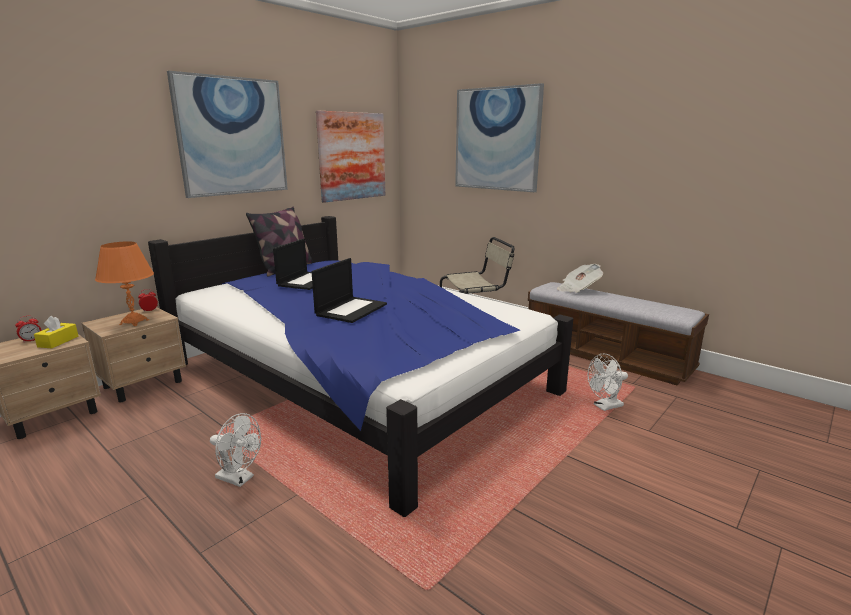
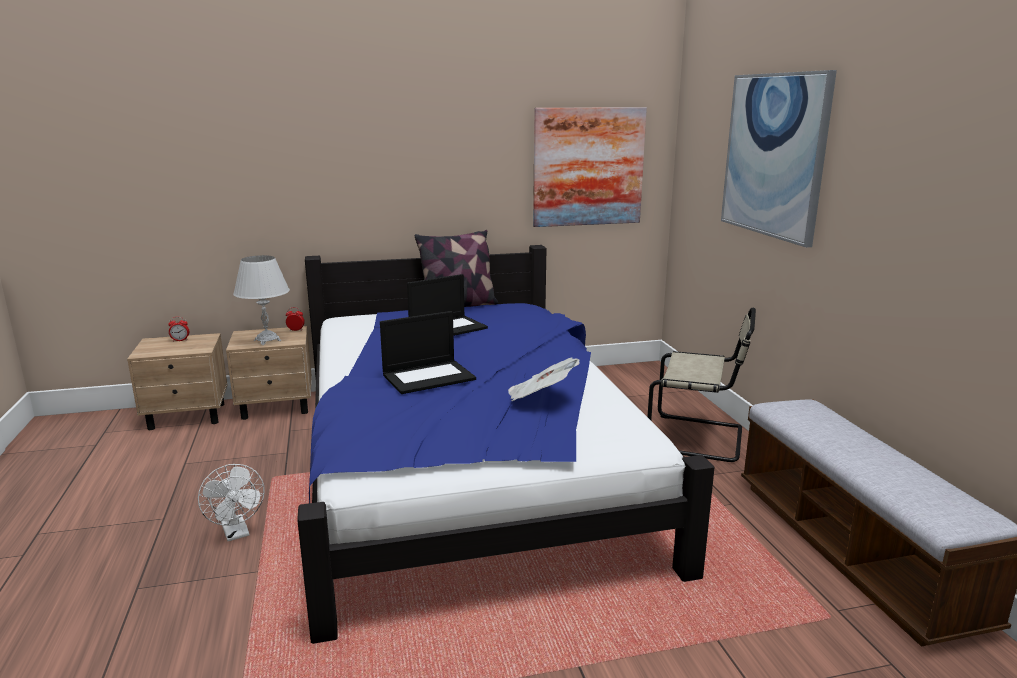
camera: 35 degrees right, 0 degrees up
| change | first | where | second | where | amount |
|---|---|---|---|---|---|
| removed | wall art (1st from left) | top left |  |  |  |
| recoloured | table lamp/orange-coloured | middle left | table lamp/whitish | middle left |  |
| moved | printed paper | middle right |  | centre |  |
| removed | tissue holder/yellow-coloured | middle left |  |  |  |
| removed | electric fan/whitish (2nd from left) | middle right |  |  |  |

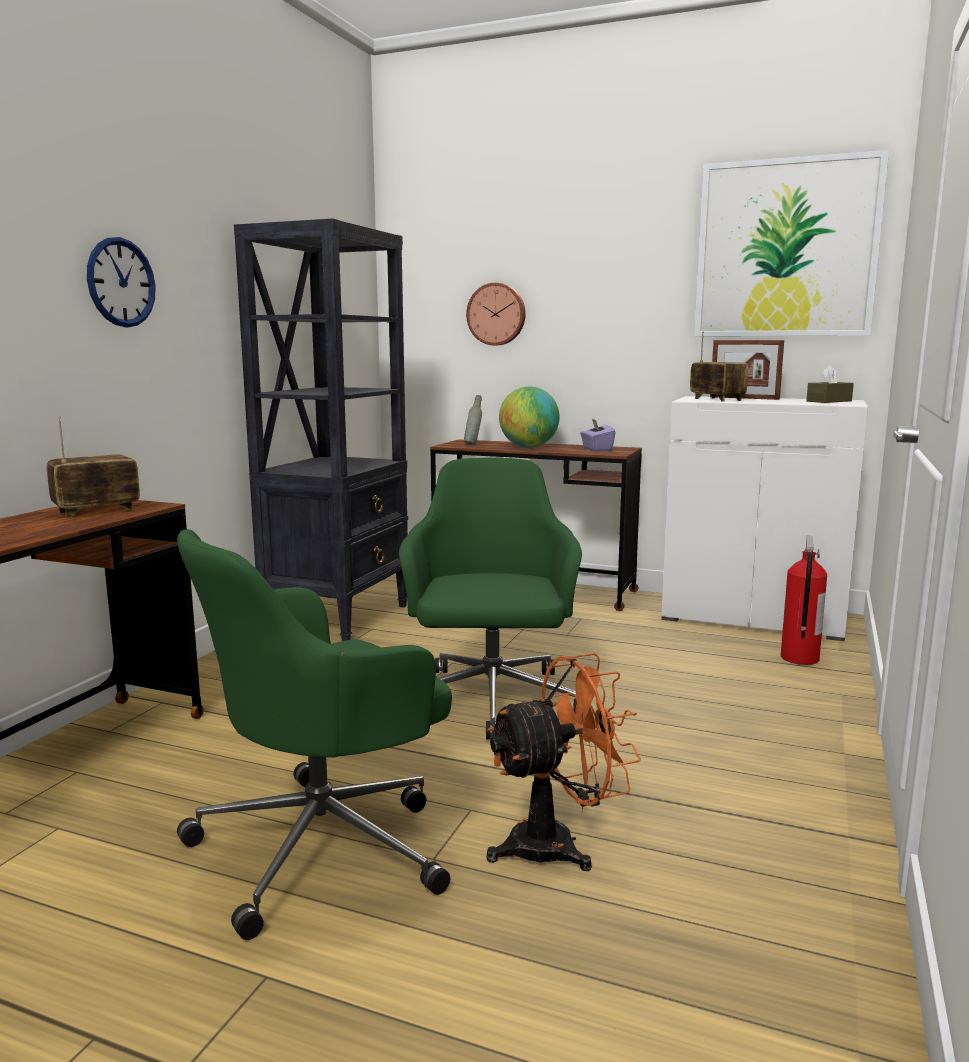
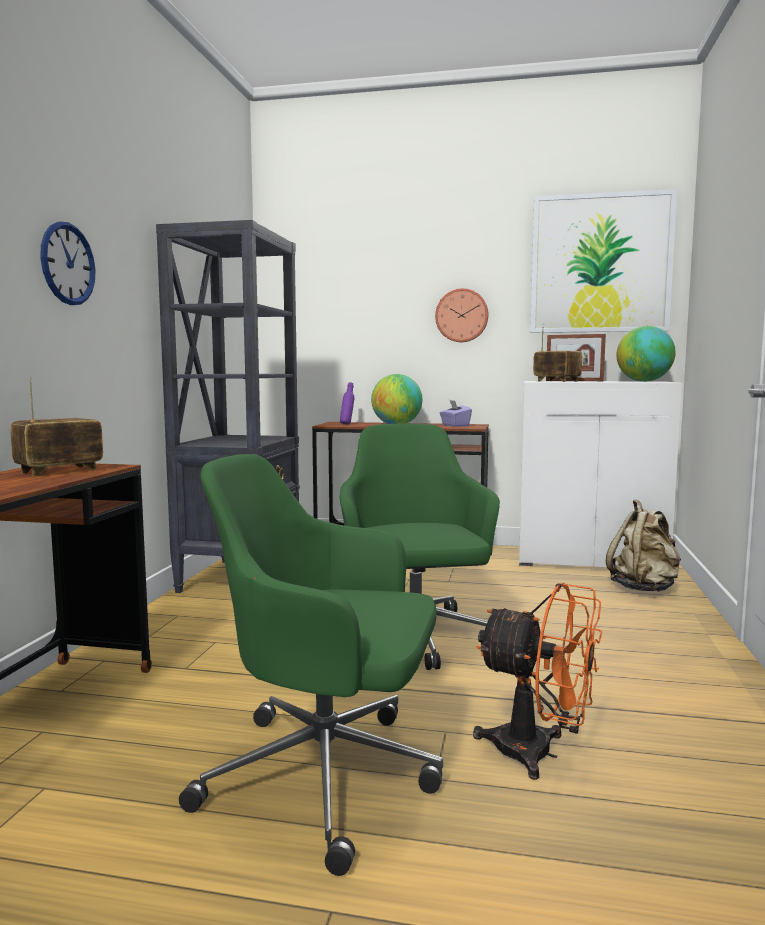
camera: 10 degrees left, 5 degrees down
| change | first | where | second | where | amount |
|---|---|---|---|---|---|
| moved | wall clock (2nd from left) | top centre |  | centre |  |
| replaced | tissue holder/brown | middle right | world globe (2nd from left) | middle right |  |
| recoloured | drink bottle/gray | centre | drink bottle/purple-coloured | centre |  |
| turned | desk chair/green-coloured (1st from left) | bottom left |  | bottom centre | 60 degrees clockwise |
| replaced | fire extinguisher | middle right | backpack/beige-coloured | middle right |  |
| turned | electric fan/orange-coloured | bottom centre |  | bottom right | 60 degrees clockwise |

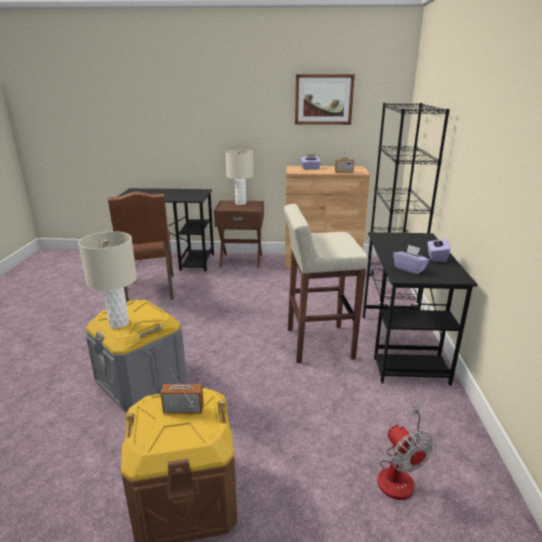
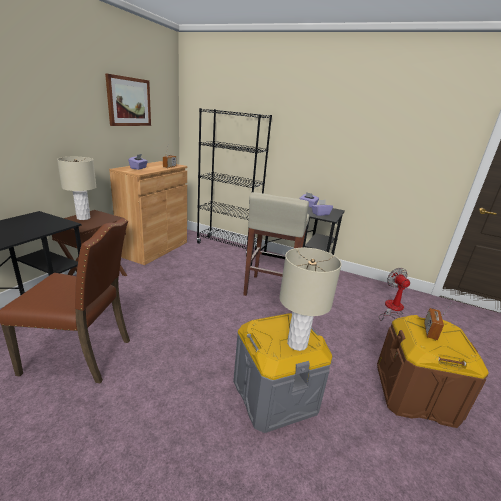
camera: 70 degrees left, 0 degrees up
| change | first | where | second | where | amount |
|---|---|---|---|---|---|
| turned | electric fan | bottom right |  | middle right | 105 degrees counterclockwise |

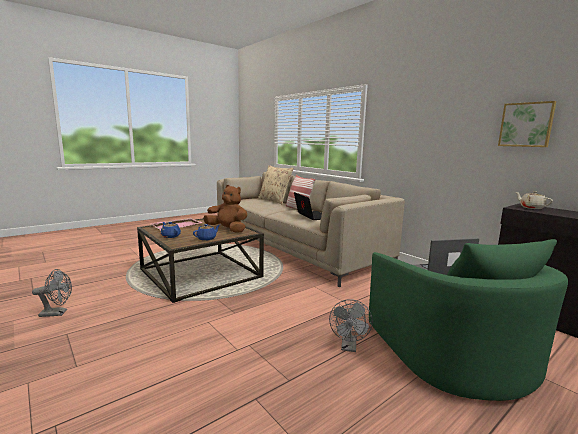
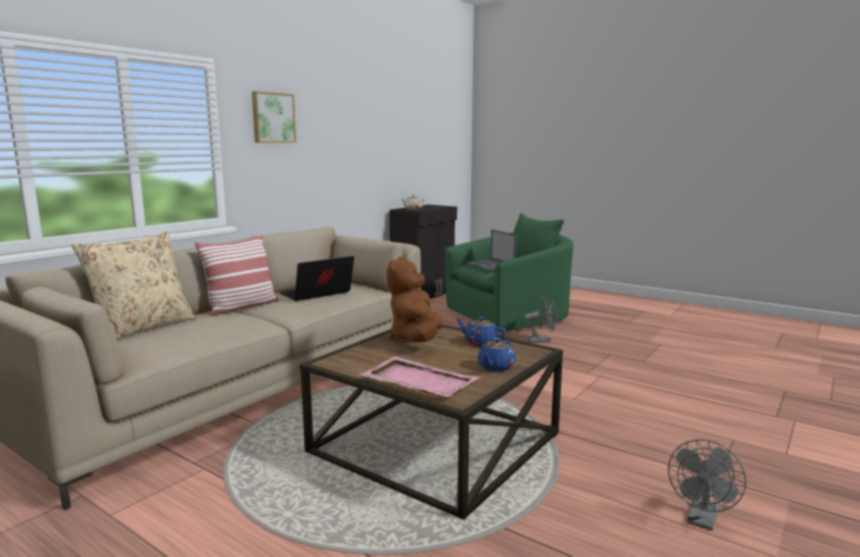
camera: 105 degrees left, 0 degrees up
| change | first | where | second | where | amount |
|---|---|---|---|---|---|
| moved | wall art | top right |  | top left |  |
| turned | electric fan/gray (1st from left in the first image) | bottom left | electric fan/gray (2nd from left) | bottom right | 120 degrees counterclockwise |

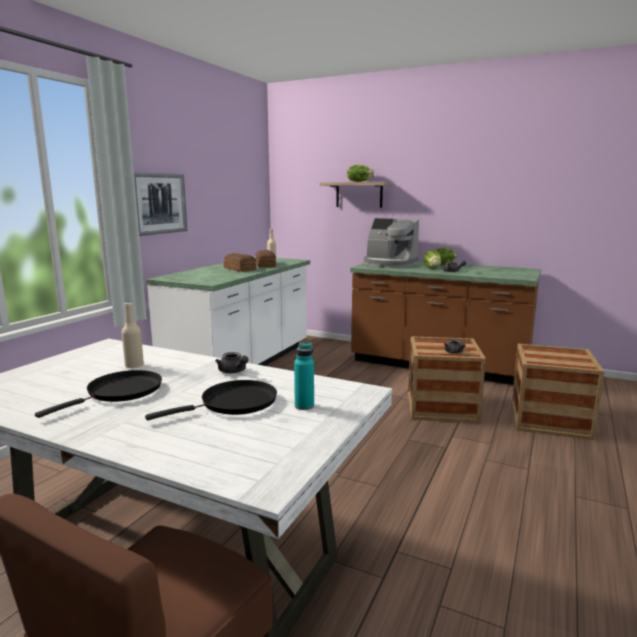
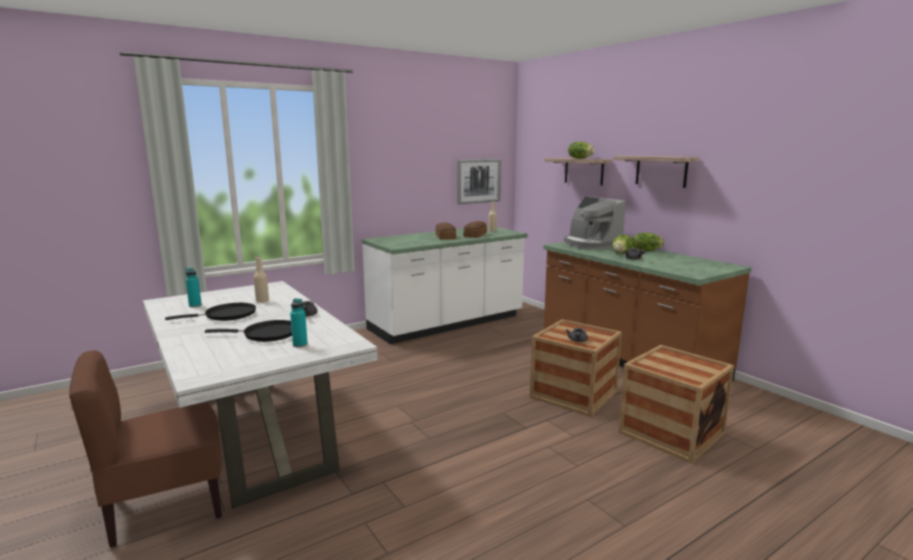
camera: 30 degrees right, 0 degrees up
| change | first | where | second | where | amount |
|---|---|---|---|---|---|
| moved | wall art | top left |  | top centre |  |
| added |  |  | shelf (2nd from left) | top right |  |
| added |  |  | drink bottle/blue-green (1st from left) | middle left |  |

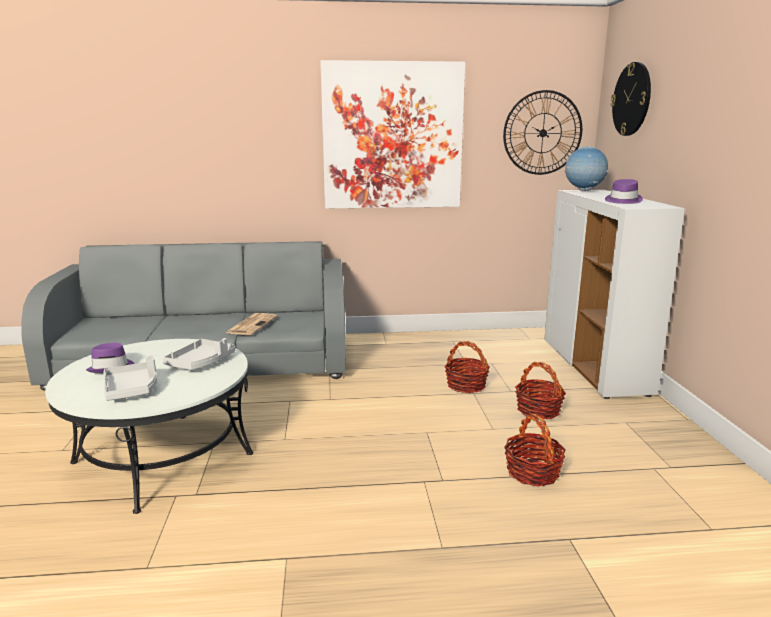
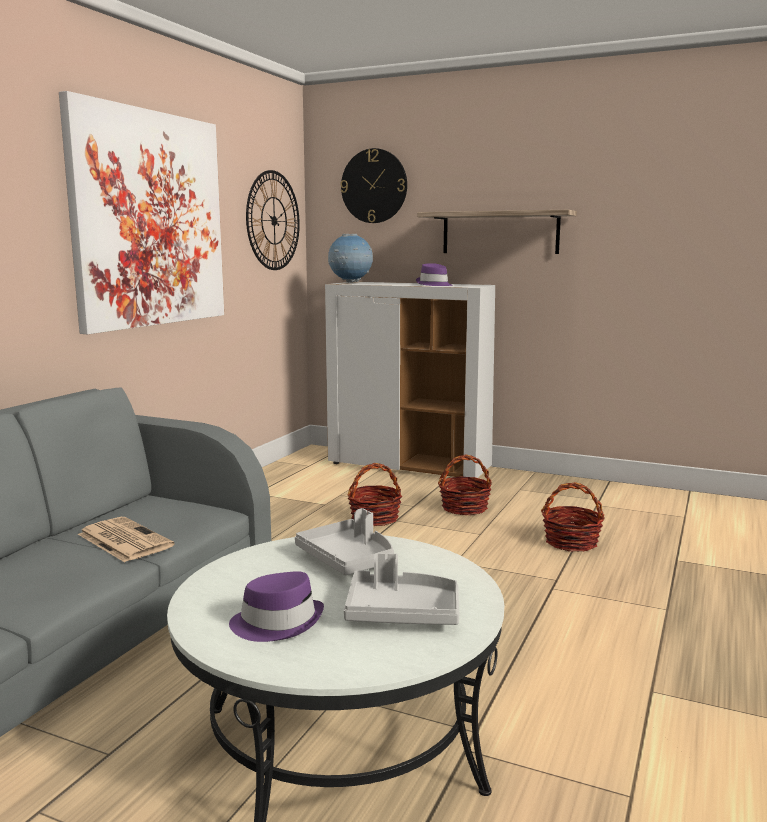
camera: 60 degrees left, 5 degrees down
| change | first | where | second | where | amount |
|---|---|---|---|---|---|
| added |  |  | shelf | top centre |  |

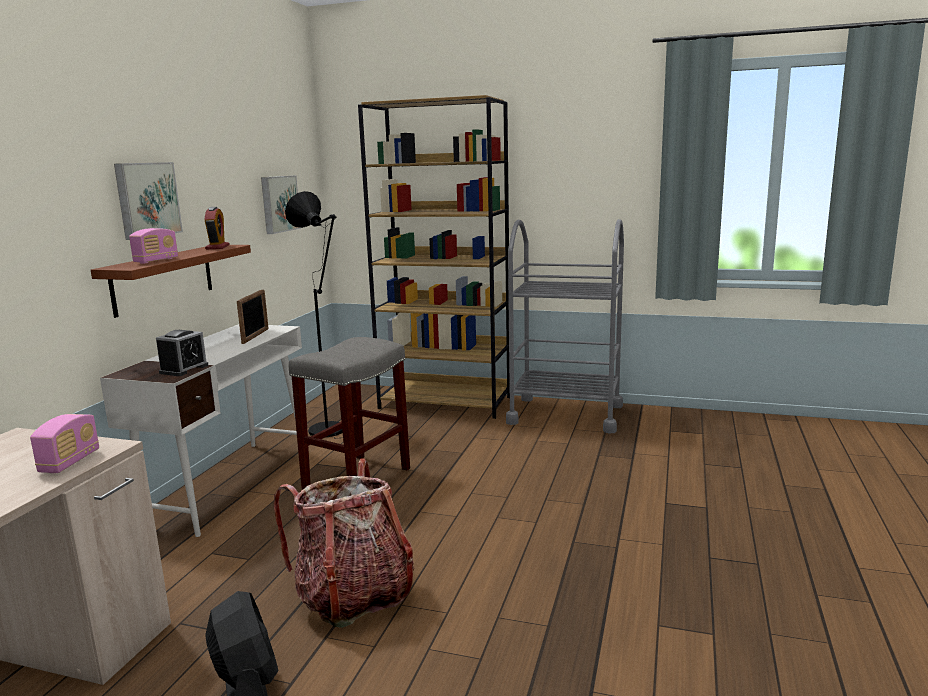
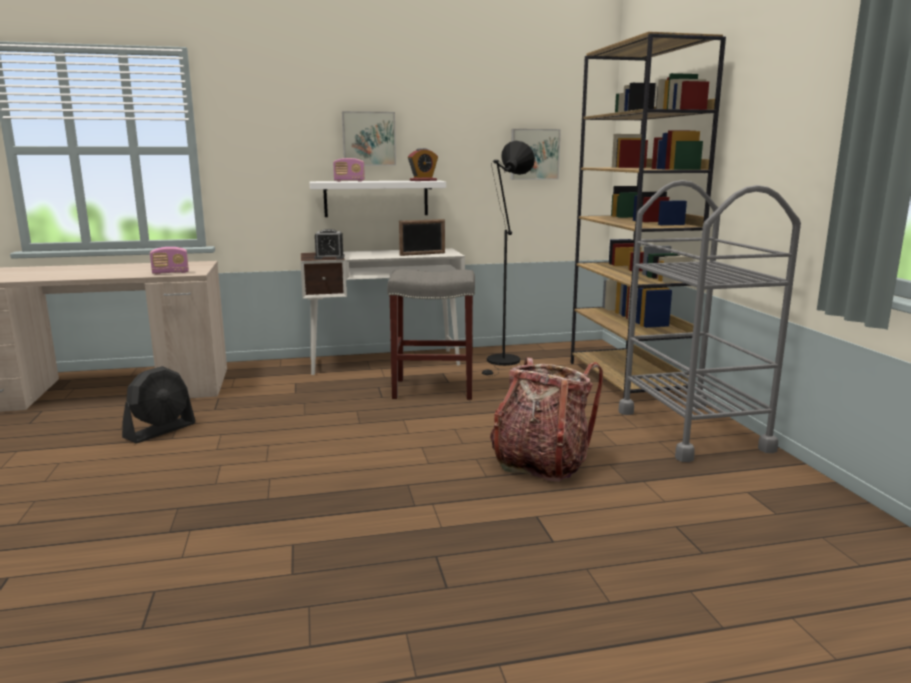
camera: 60 degrees right, 0 degrees up
| change | first | where | second | where | amount |
|---|---|---|---|---|---|
| recoloured | shelf/brown | middle left | shelf/whitish | top centre |  |
| moved | backpack | bottom centre |  | centre |  |

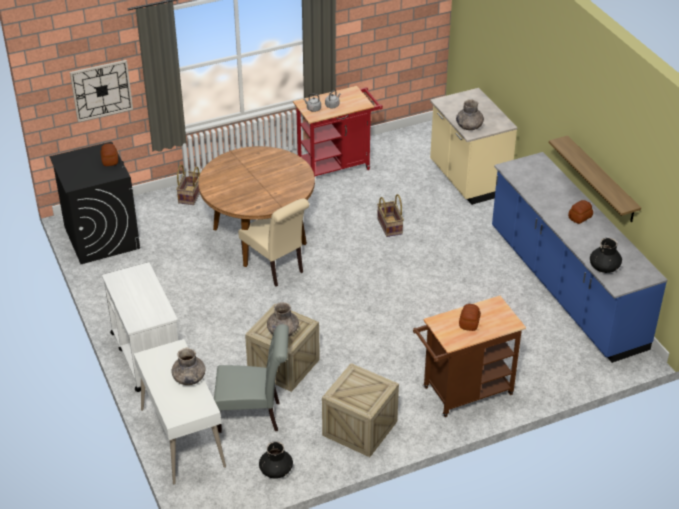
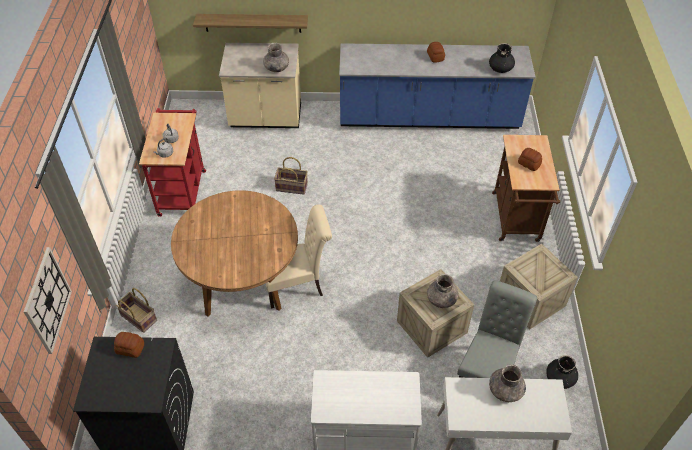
camera: 65 degrees left, 10 degrees up
| change | first | where | second | where | amount |
|---|---|---|---|---|---|
| moved | shelf | middle right |  | top centre |  |

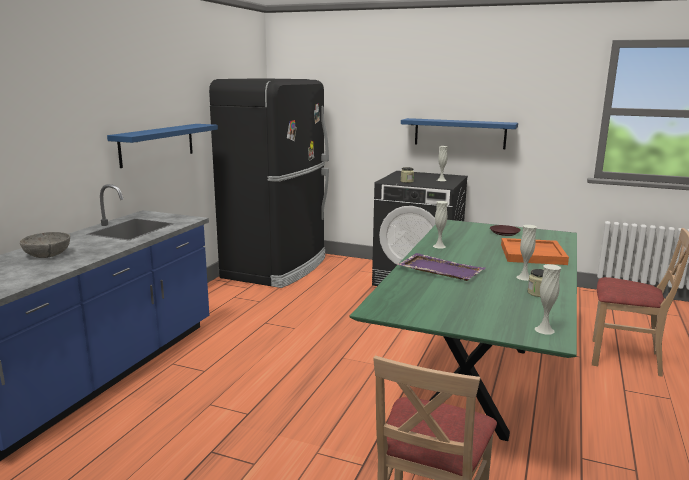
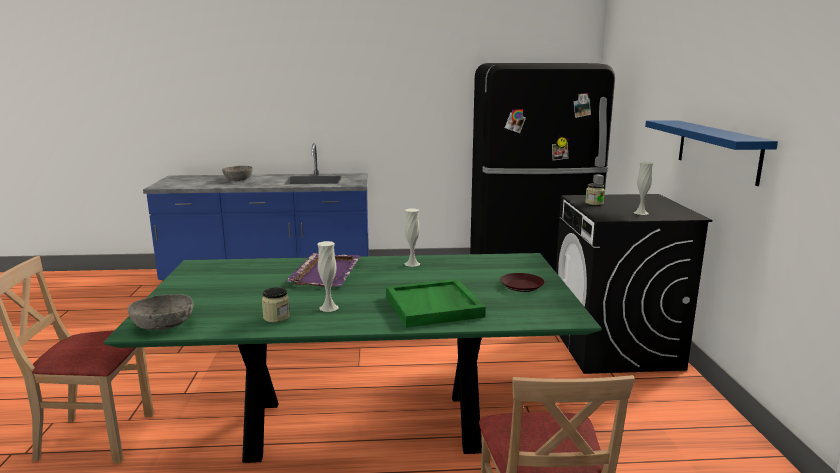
camera: 65 degrees right, 0 degrees up
| change | first | where | second | where | amount |
|---|---|---|---|---|---|
| removed | shelf/bluish (1st from left) | top left |  |  |  |
| recoloured | tray/orange-coloured | middle right | tray/green-coloured | centre |  |
| replaced | decorative vase/whitish (4th from left) | middle right | serving bowl/gray (1st from left) | middle left |  |

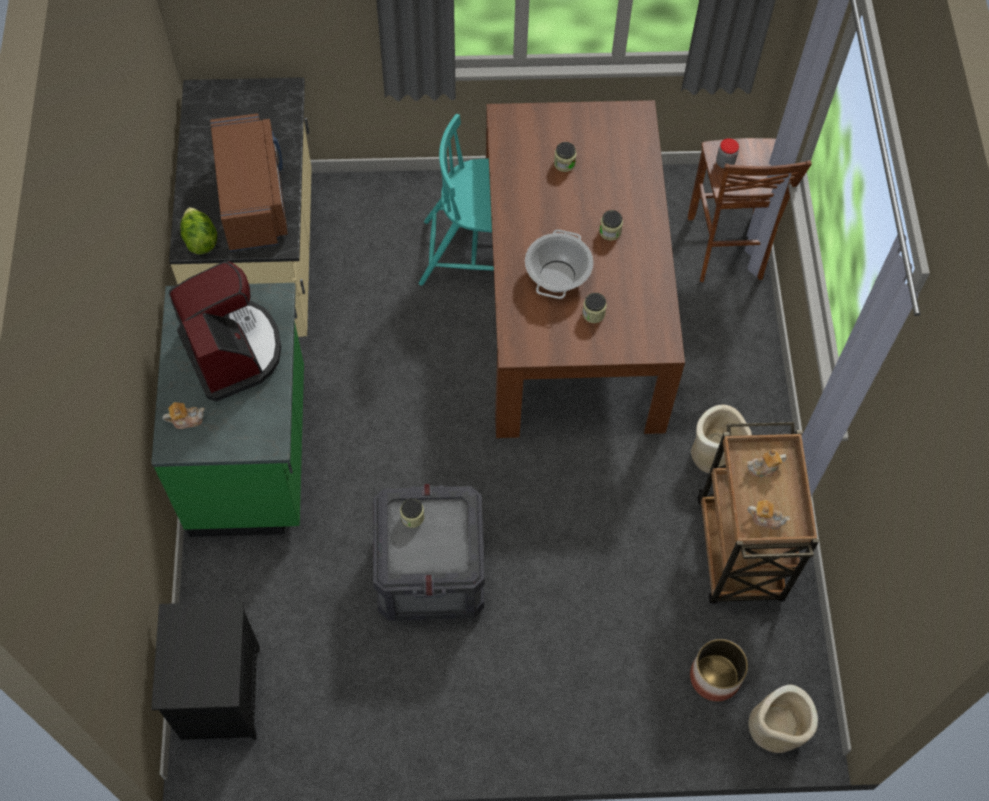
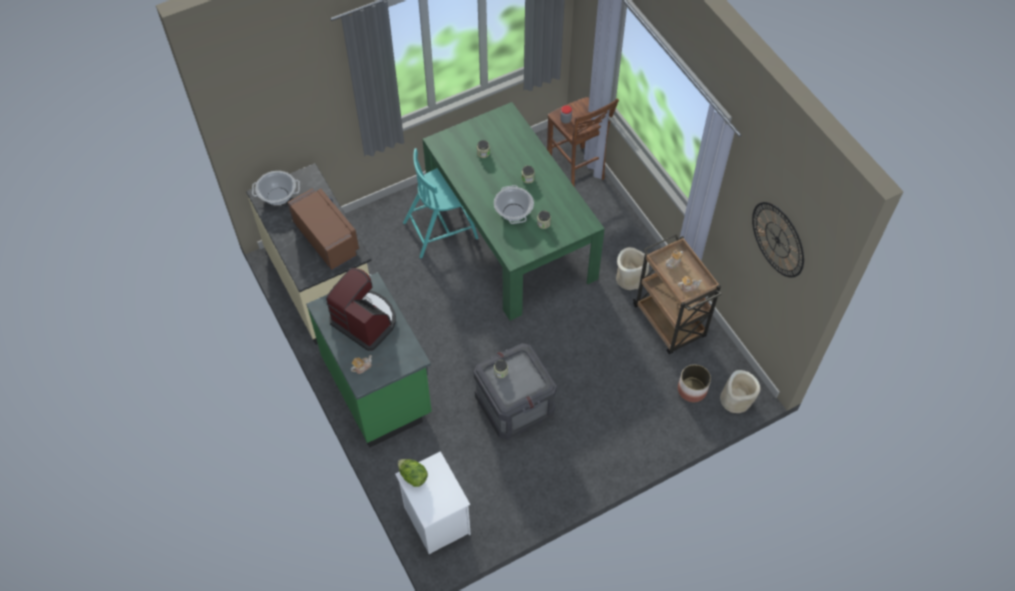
camera: 25 degrees left, 5 degrees down
| change | first | where | second | where | amount |
|---|---|---|---|---|---|
| recoloured | kitchen table/brown | centre | kitchen table/green-coloured | centre |  |
| moved | lettuce | top left |  | bottom centre |  |
| recoloured | nightstand/black | bottom left | nightstand/whitish | bottom centre |  |
| added |  |  | cooking pot (1st from left) | top left |  |
| added |  |  | wall clock | middle right |  |

